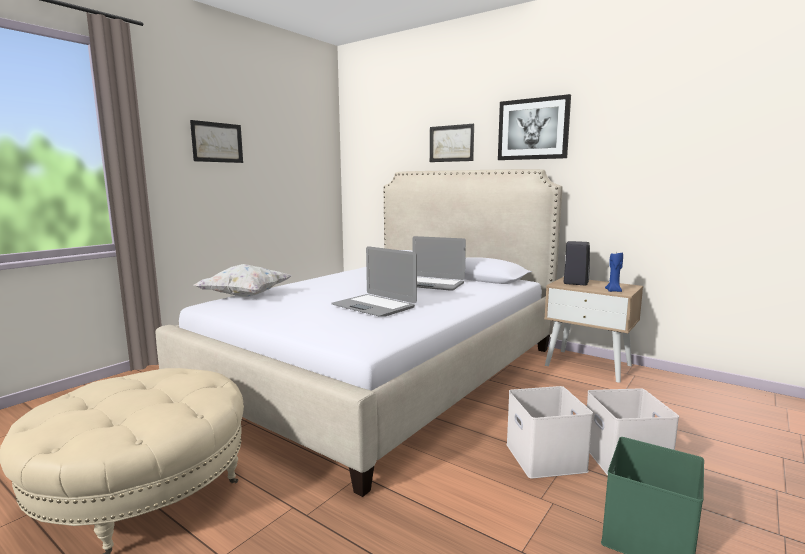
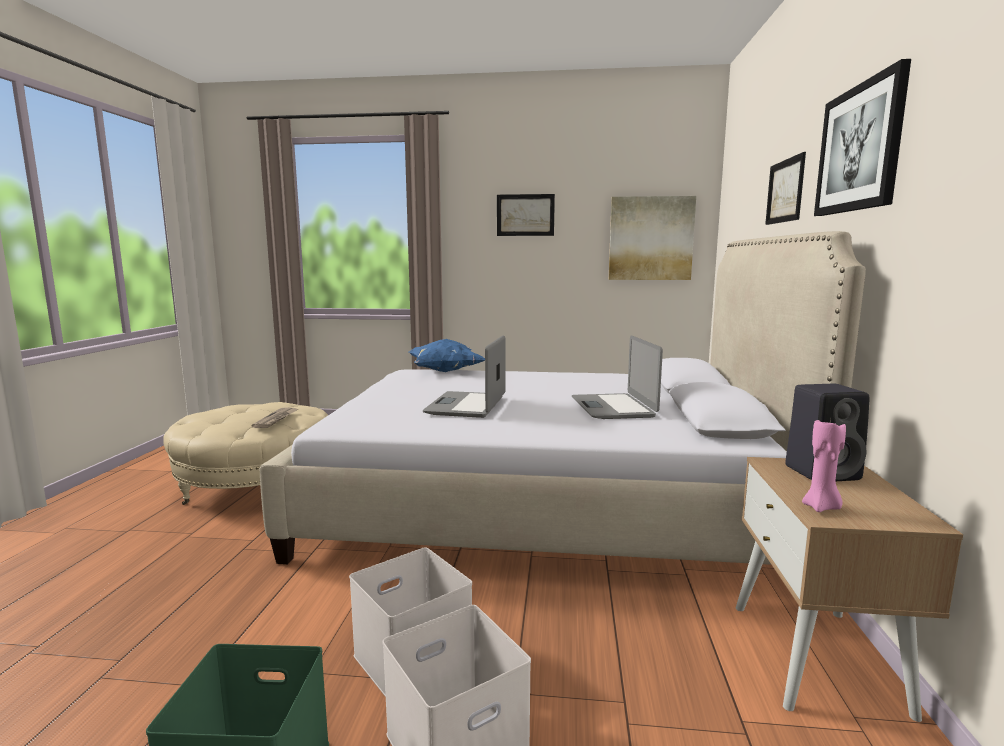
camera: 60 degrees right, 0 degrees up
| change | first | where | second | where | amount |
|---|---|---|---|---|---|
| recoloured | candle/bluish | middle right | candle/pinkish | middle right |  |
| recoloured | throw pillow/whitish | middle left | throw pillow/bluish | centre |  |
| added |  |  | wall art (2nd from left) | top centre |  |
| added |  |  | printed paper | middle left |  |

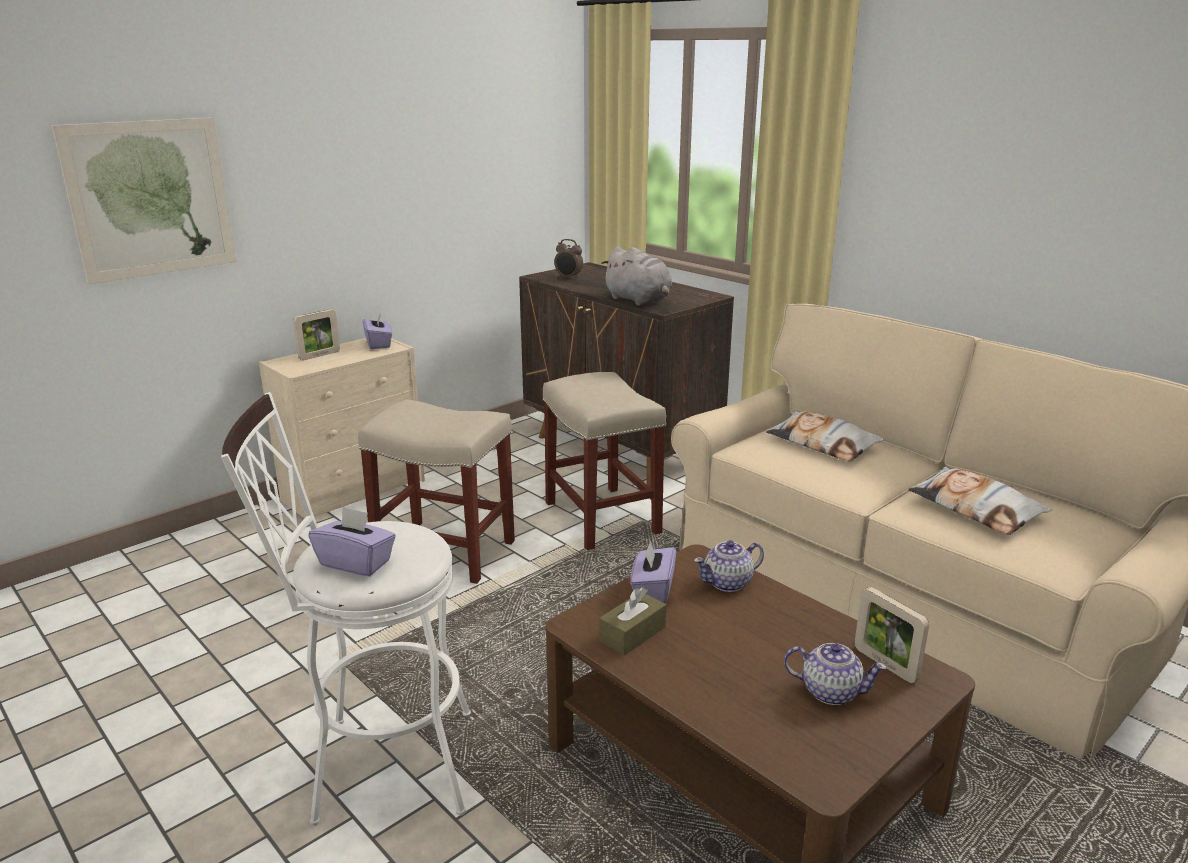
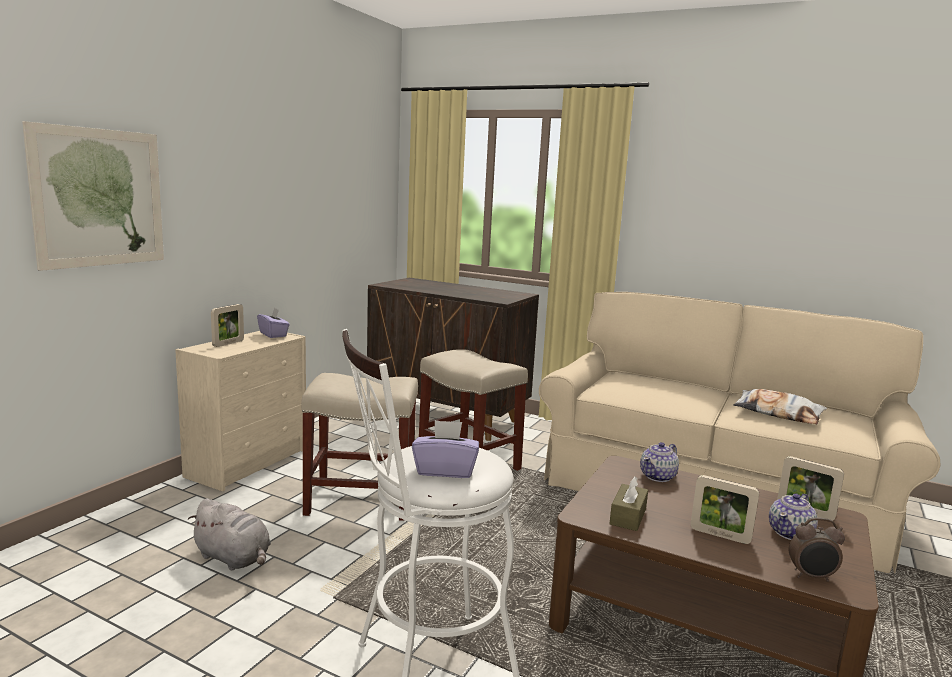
camera: 20 degrees left, 10 degrees down
| change | first | where | second | where | amount |
|---|---|---|---|---|---|
| moved | alarm clock | top centre |  | bottom right |  |
| moved | cuddly toy/gray | top centre |  | bottom left |  |
| removed | throw pillow (1st from left) | middle right |  |  |  |
| removed | tissue holder/purple-coloured (3rd from left) | centre |  |  |  |
| turned | tea pot (2nd from left) | bottom right |  | bottom right | 135 degrees clockwise |
| added |  |  | standing frame (2nd from left) | bottom right |  |

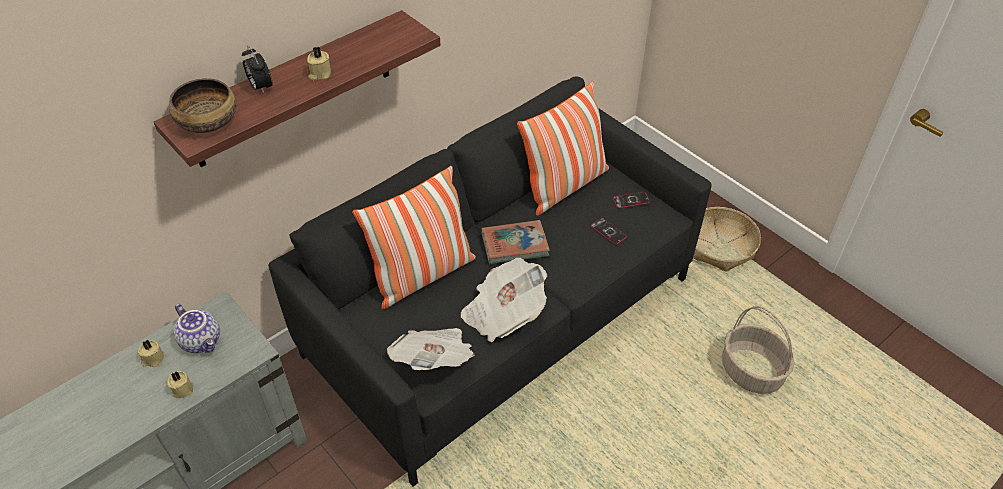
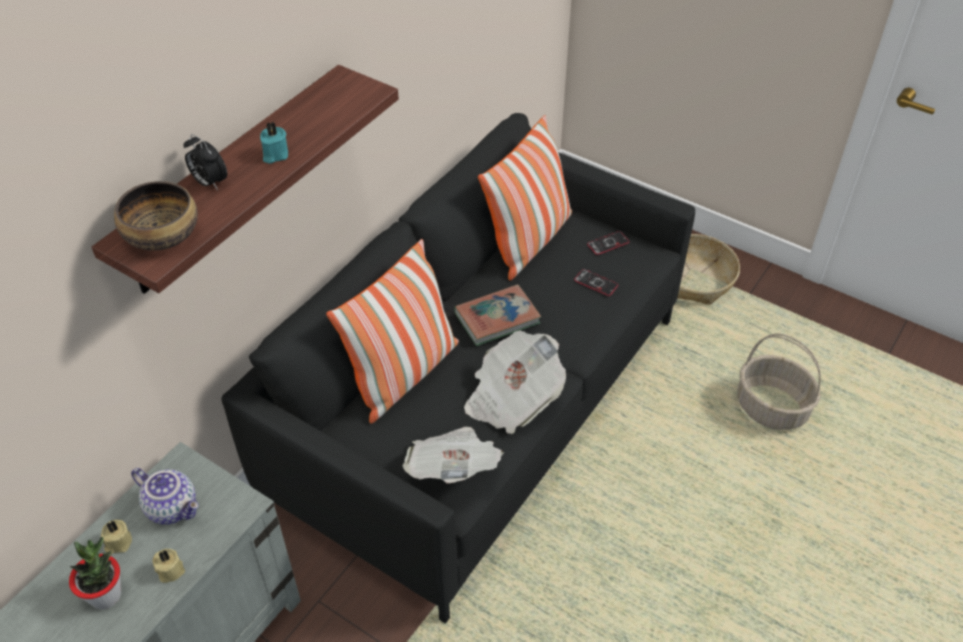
camera: 15 degrees left, 0 degrees up
| change | first | where | second | where | amount |
|---|---|---|---|---|---|
| recoloured | candle/beige-coloured (3rd from left) | top left | candle/blue-green | top left |  |
| added |  |  | potted plant | bottom left |  |

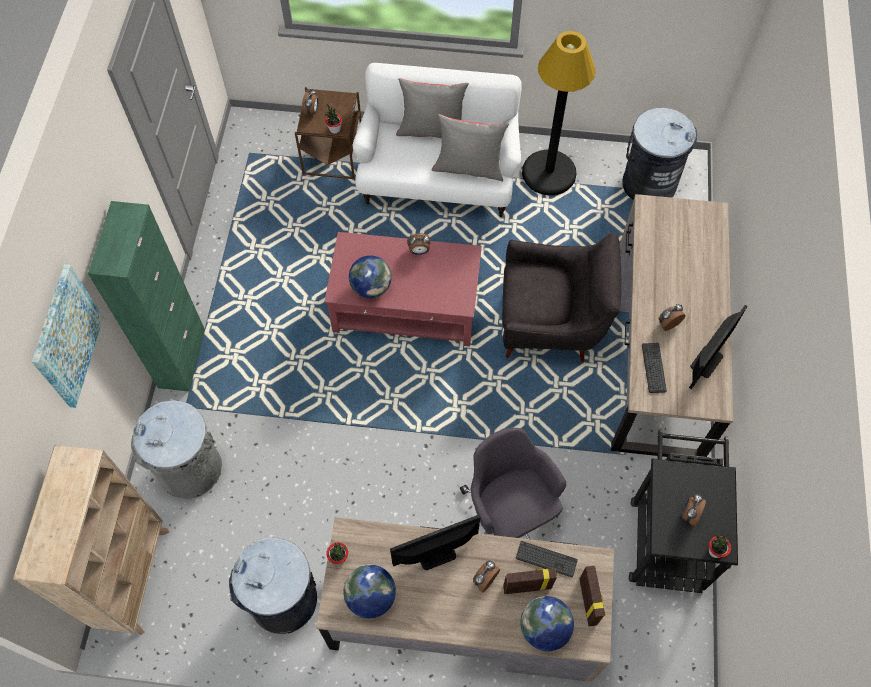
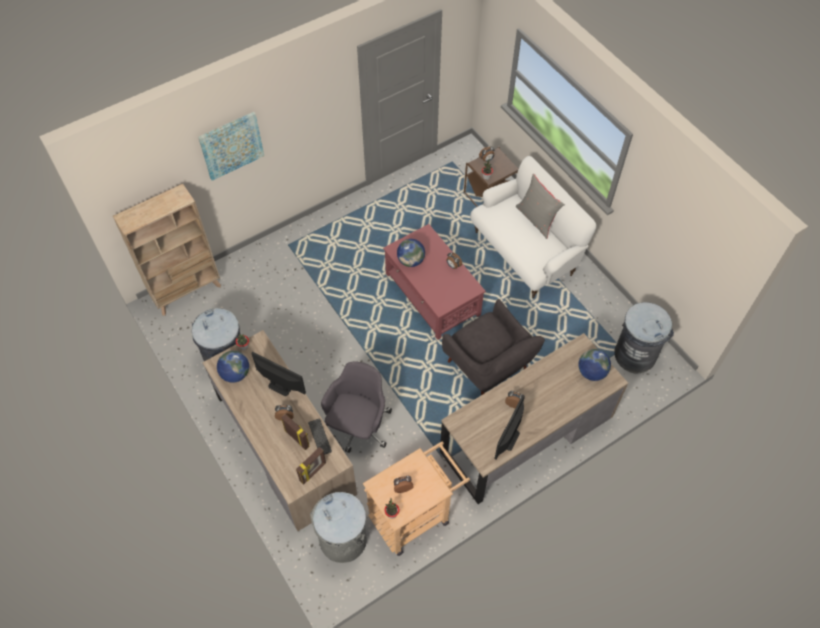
camera: 50 degrees right, 5 degrees down
| change | first | where | second | where | amount |
|---|---|---|---|---|---|
| removed | floor lamp/black | top centre |  |  |  |
| removed | throw pillow/gray (2nd from left) | top centre |  |  |  |
| removed | cabinet/green-coloured | middle left |  |  |  |
| turned | monitor (2nd from left) | middle right |  | bottom centre | 120 degrees clockwise |
| removed | PC keyboard (2nd from left) | middle right |  |  |  |
| moved | trash can/gray (1st from left in the first image) | middle left | trash can/gray (2nd from left) | bottom centre |  |
| recoloured | cart/black | bottom right | cart/beige-coloured | bottom centre |  |
| moved | world globe (3rd from left) | bottom centre |  | middle right |  |

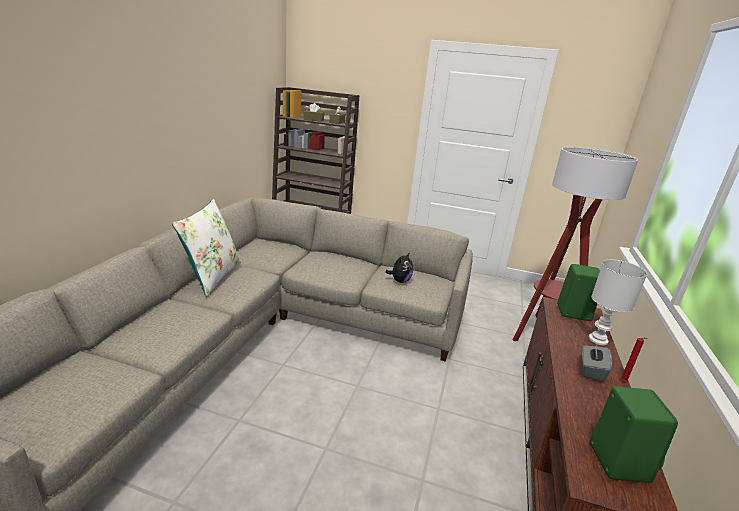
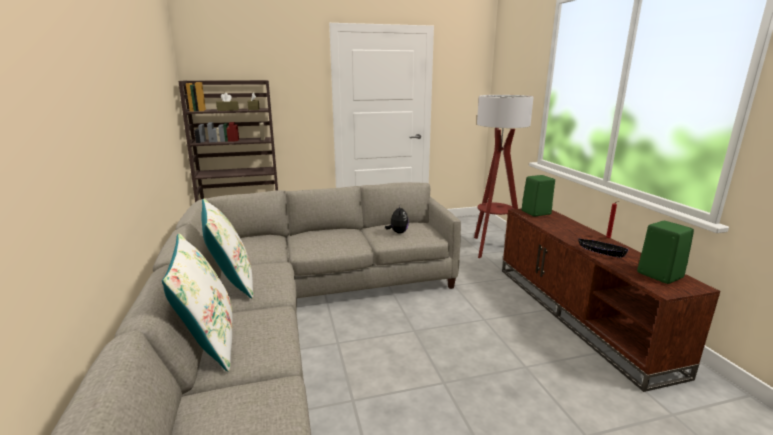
camera: 30 degrees left, 5 degrees down
| change | first | where | second | where | amount |
|---|---|---|---|---|---|
| removed | table lamp/whitish | middle right |  |  |  |
| removed | tissue holder/gray | bottom right |  |  |  |
| added |  |  | throw pillow/whitish (1st from left) | bottom left |  |
| added |  |  | serving bowl/black | middle right |  |

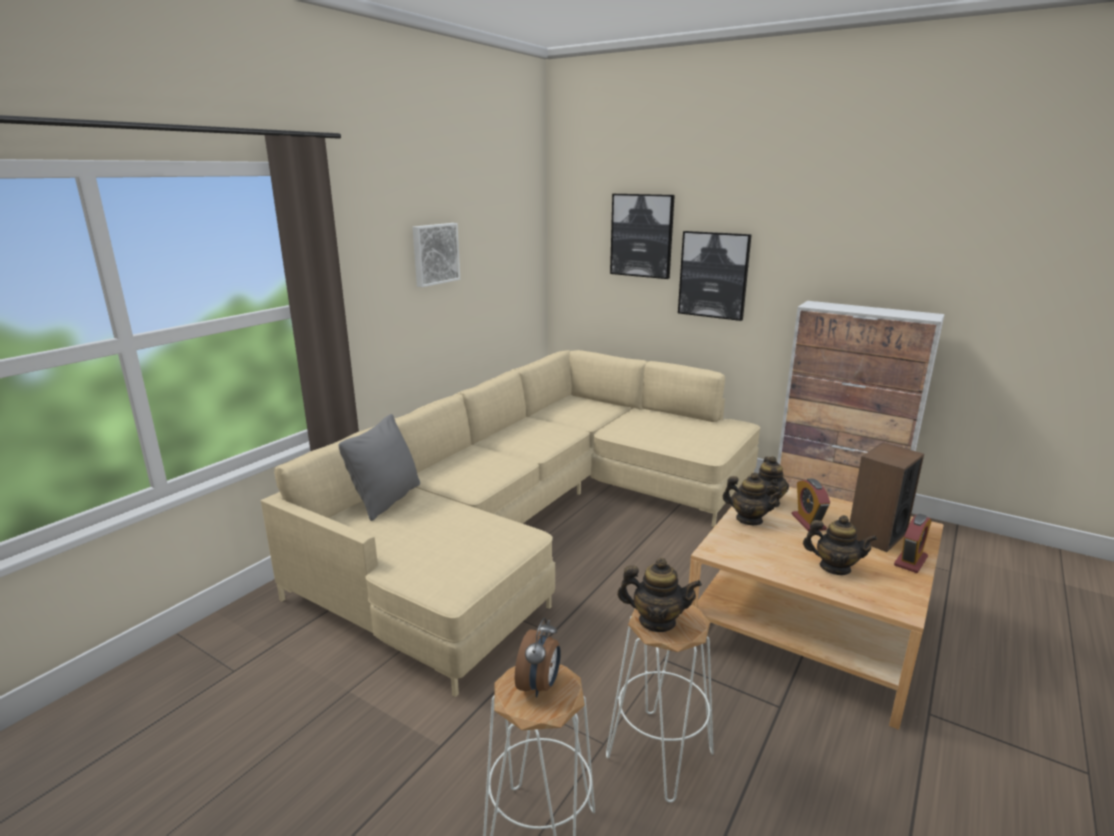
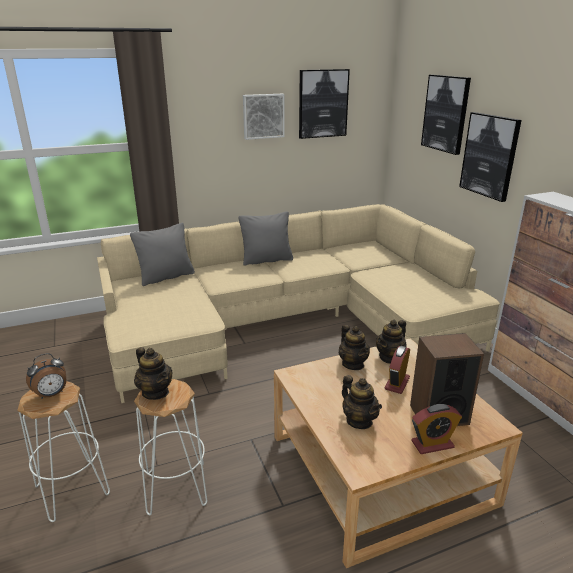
camera: 35 degrees right, 5 degrees up
| change | first | where | second | where | amount |
|---|---|---|---|---|---|
| added |  |  | wall art (2nd from left) | top centre |  |
| added |  |  | throw pillow/gray (2nd from left) | centre |  |

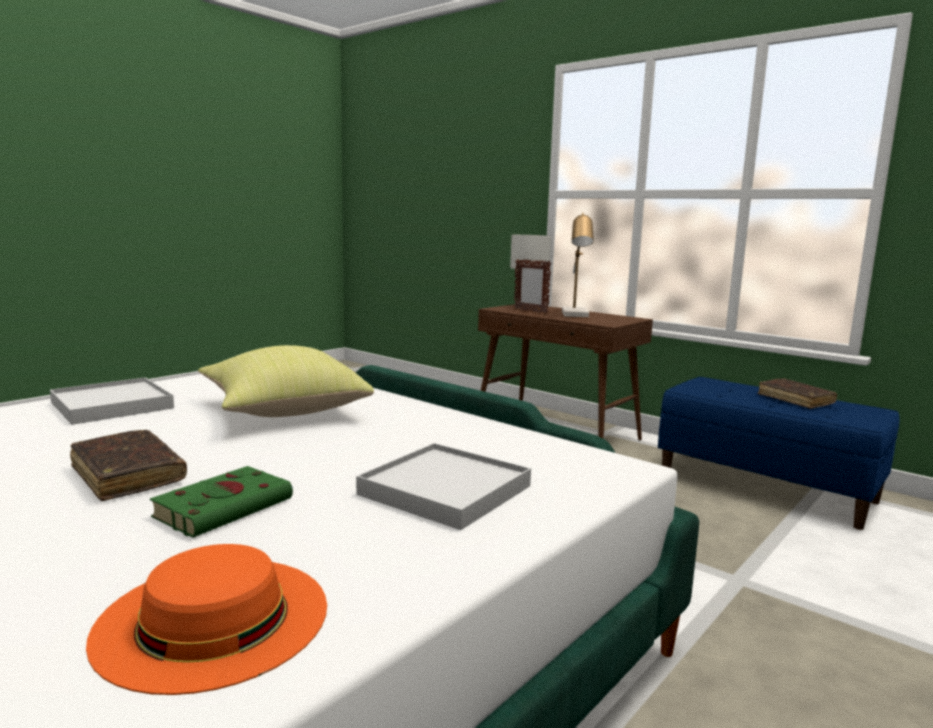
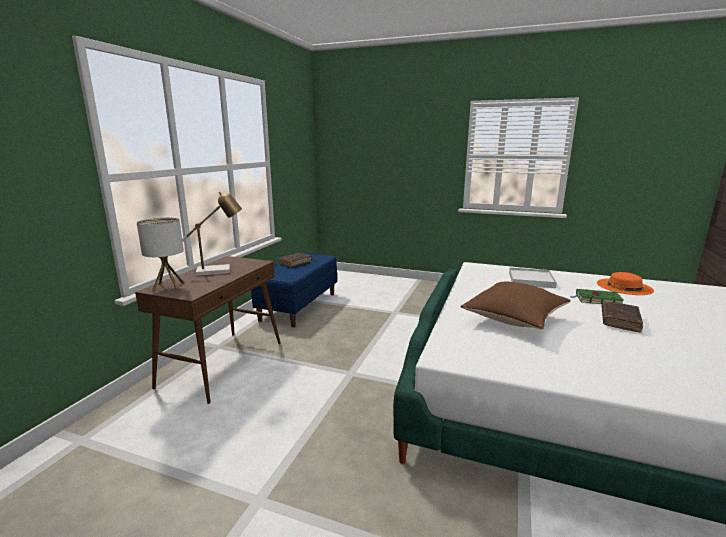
camera: 110 degrees left, 5 degrees up
| change | first | where | second | where | amount |
|---|---|---|---|---|---|
| removed | standing frame | centre |  |  |  |
| recoloured | throw pillow/yellow-coloured | middle left | throw pillow/brown | middle right |  |
| removed | tray/whitish (1st from left) | middle left |  |  |  |

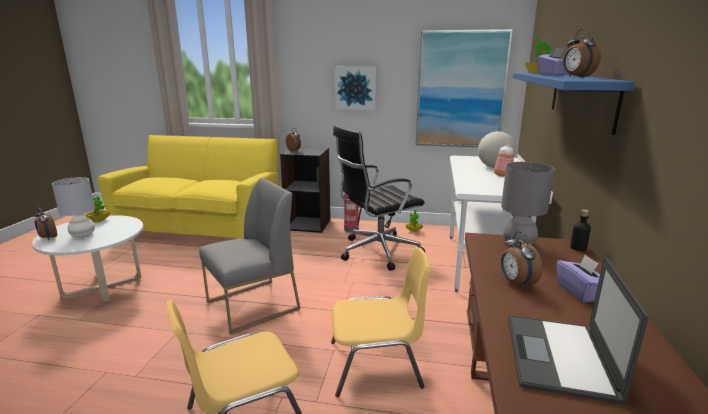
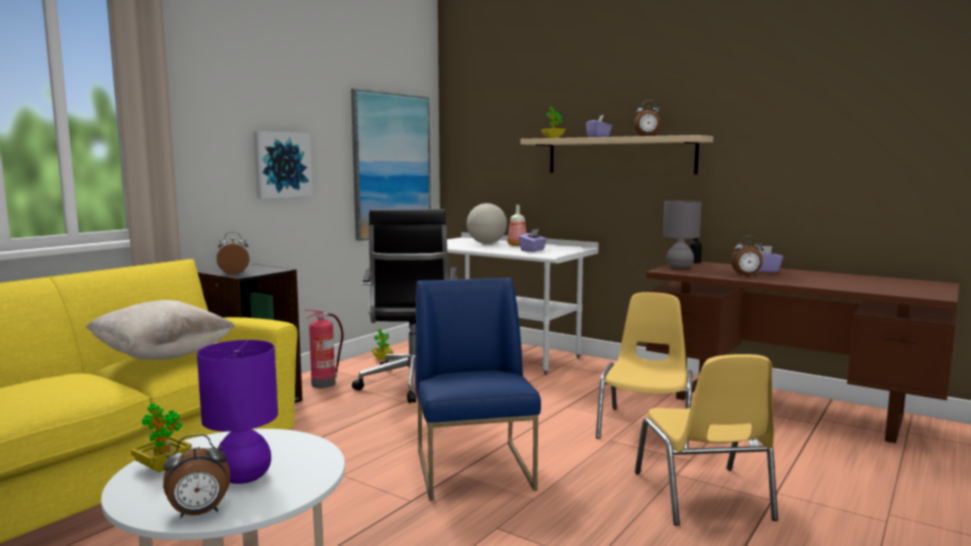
camera: 65 degrees left, 10 degrees down
| change | first | where | second | where | amount |
|---|---|---|---|---|---|
| recoloured | shelf/bluish | top right | shelf/beige-coloured | top centre |  |
| recoloured | table lamp/gray (1st from left) | middle left | table lamp/purple-coloured | bottom left |  |
| recoloured | chair/gray | centre | chair/bluish | bottom centre |  |
| removed | notebook computer | bottom right |  |  |  |
| added |  |  | tissue holder/purple-coloured (1st from left) | centre |  |
| added |  |  | throw pillow/beige-coloured | middle left |  |

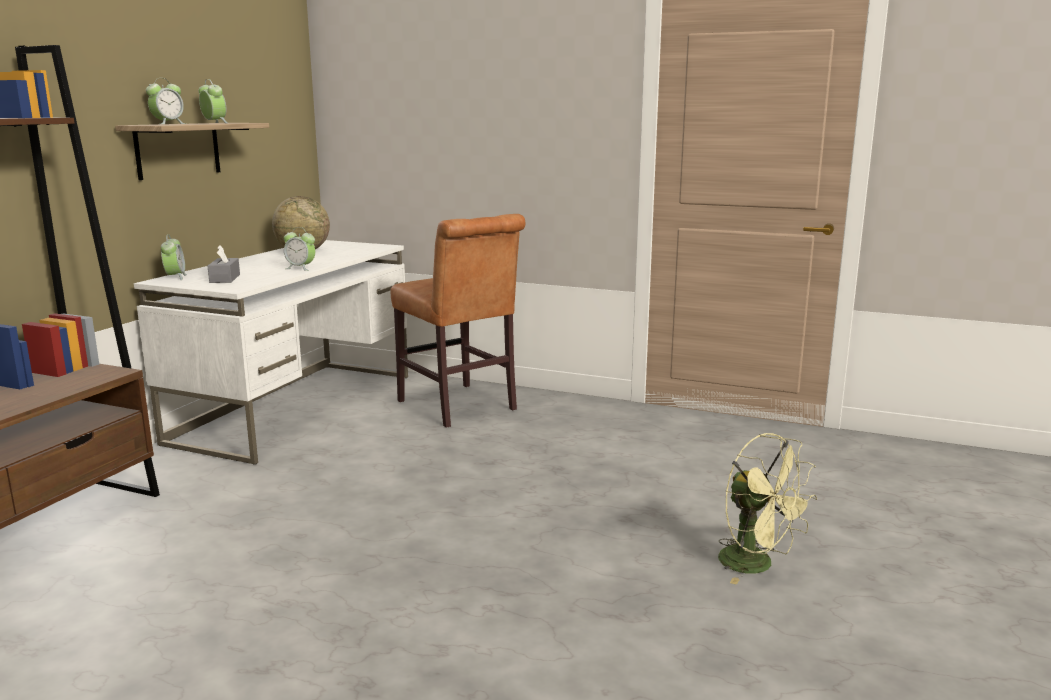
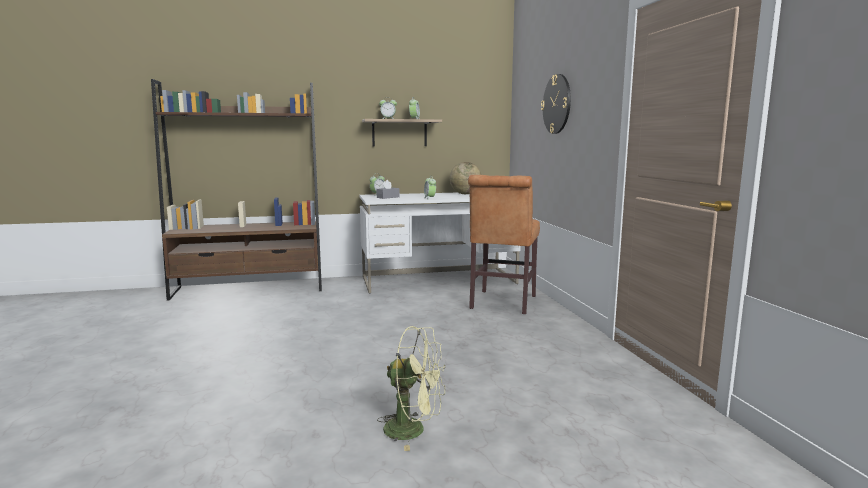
camera: 55 degrees right, 5 degrees down
| change | first | where | second | where | amount |
|---|---|---|---|---|---|
| turned | electric fan/green-coloured | bottom right |  | bottom centre | 90 degrees counterclockwise |
| added |  |  | wall clock | top centre |  |

